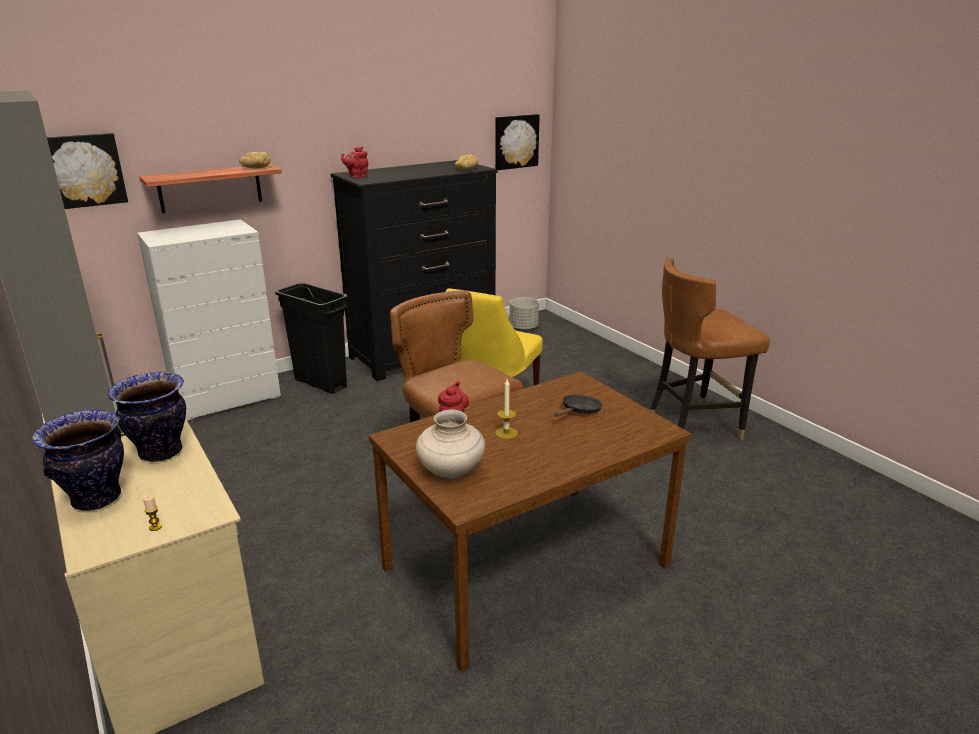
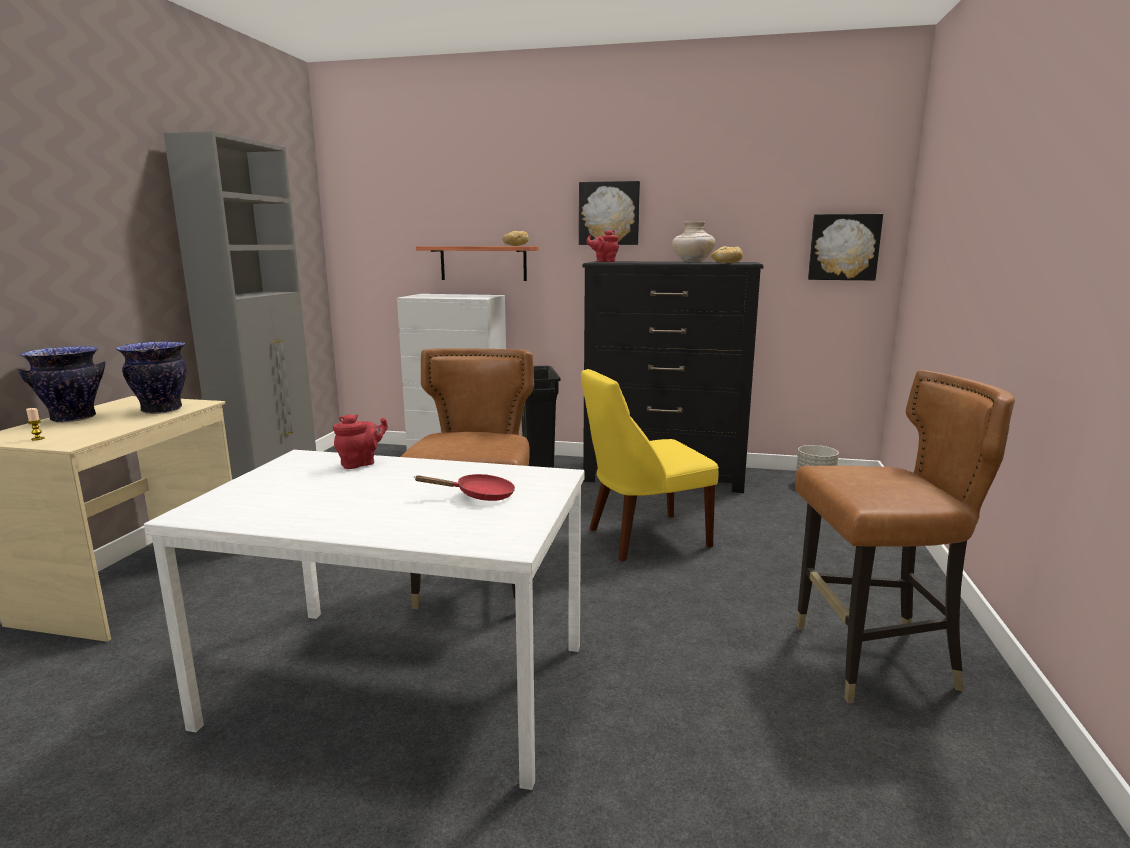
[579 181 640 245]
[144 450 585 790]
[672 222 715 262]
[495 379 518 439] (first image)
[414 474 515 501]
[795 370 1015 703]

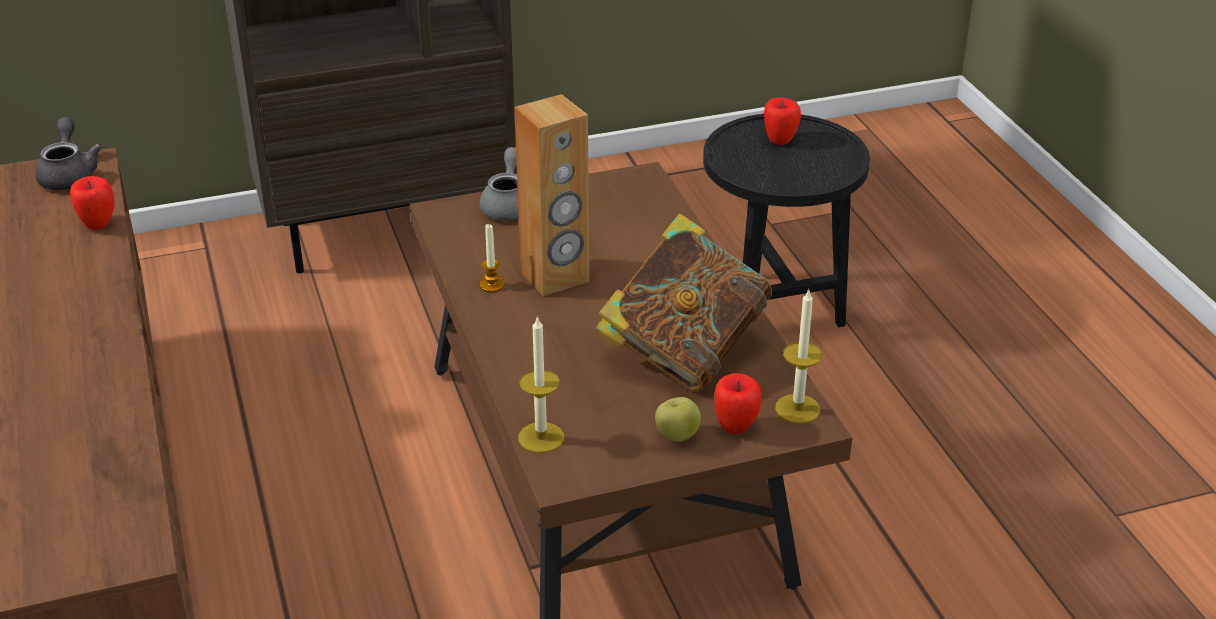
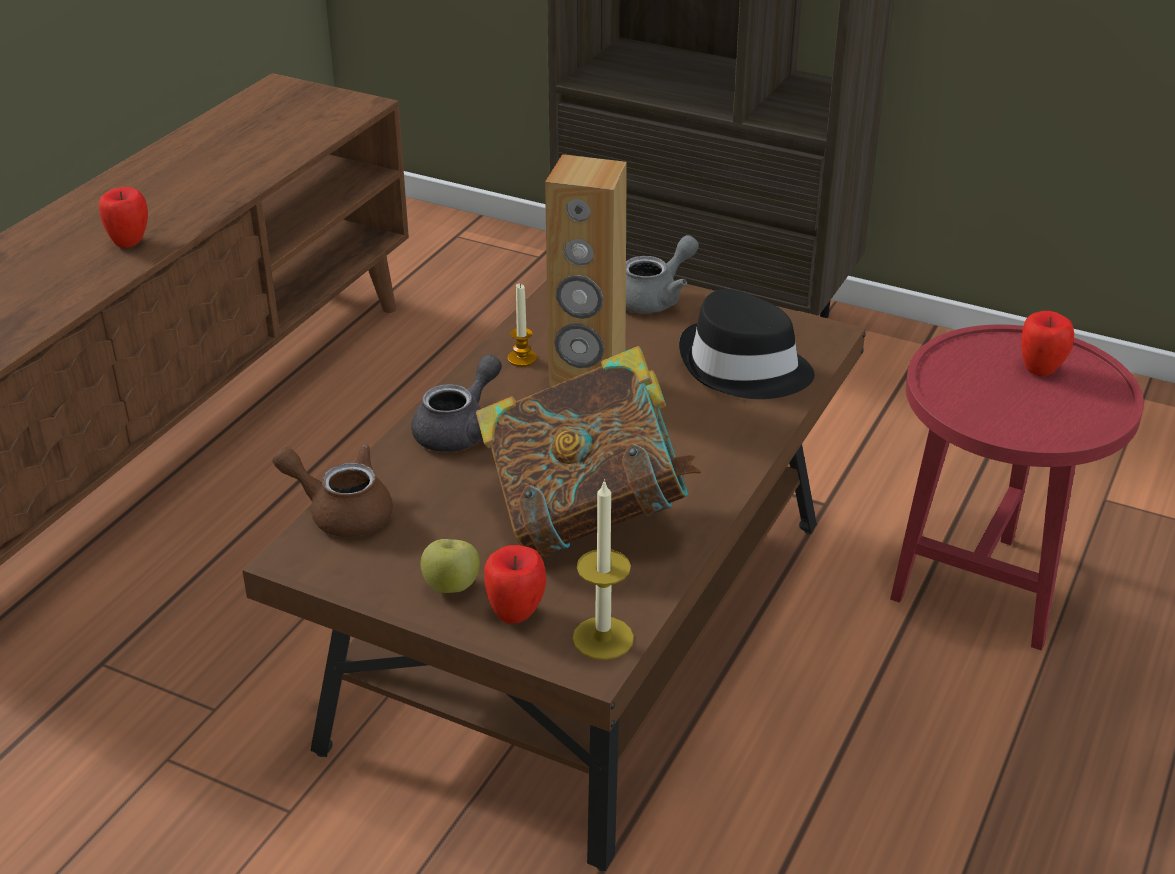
[411 354 502 452]
[99 187 148 248]
[273 445 393 537]
[890 325 1144 650]
[679 289 814 399]

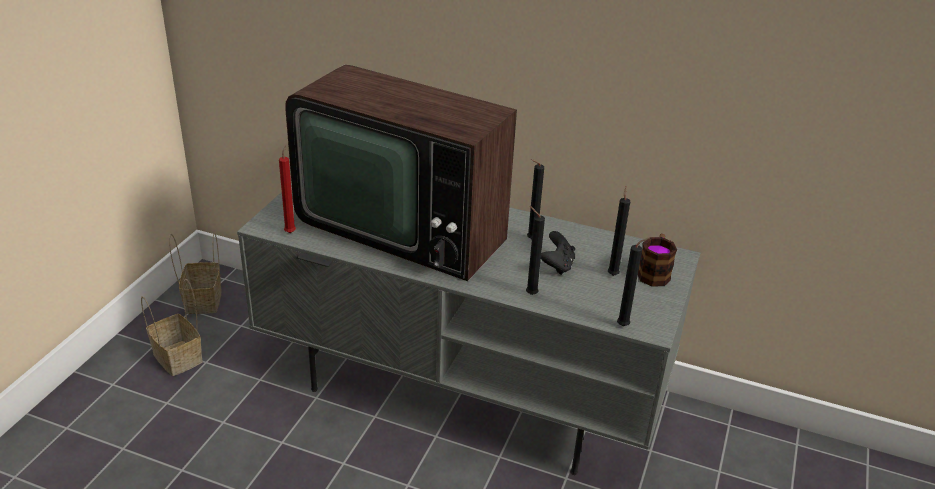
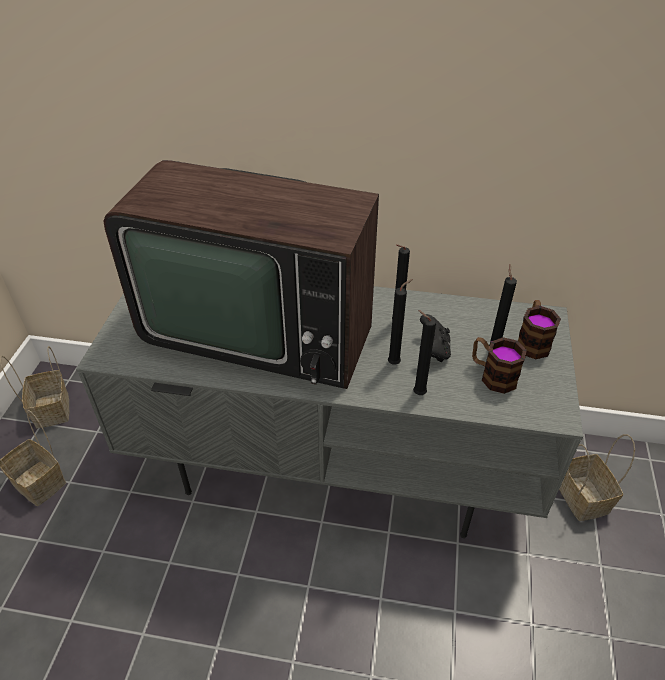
[279 145 296 233] (first image)
[388 279 413 365]
[472 337 527 394]
[559 434 635 521]

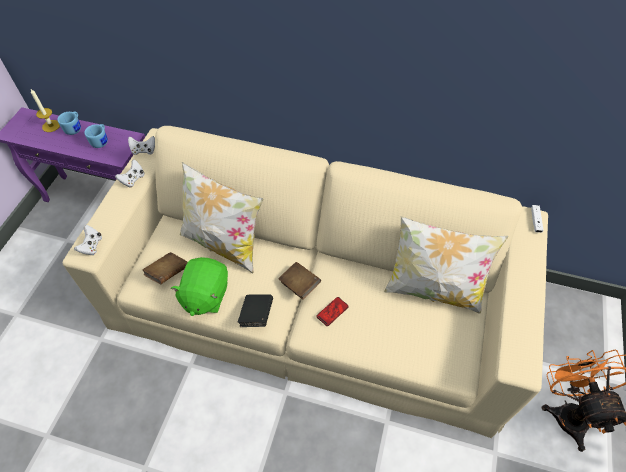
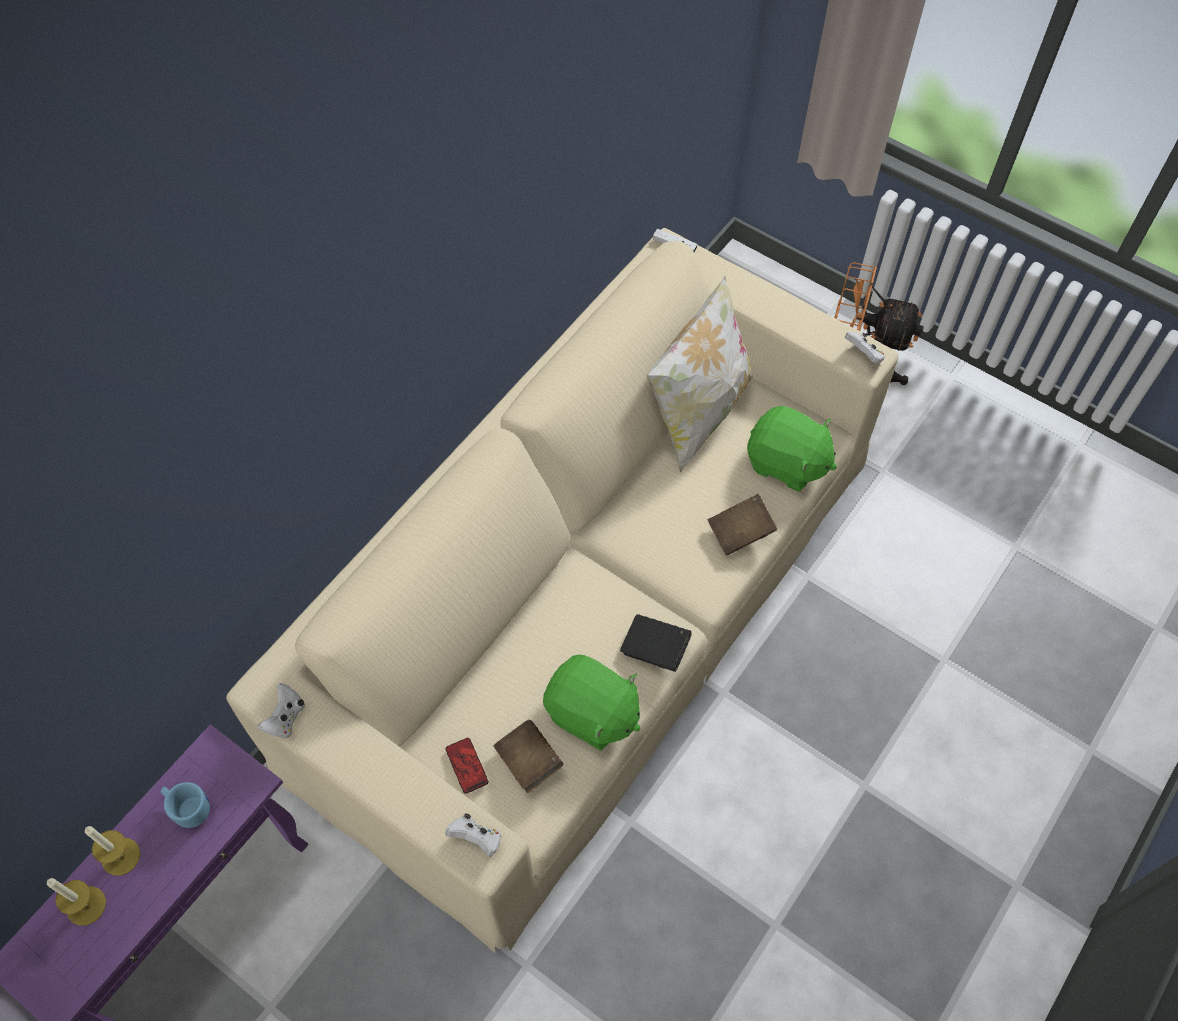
[85 826 140 876]
[845 332 885 364]
[180 162 263 273] (first image)
[708 494 777 555]
[445 738 488 794]
[747 406 837 492]

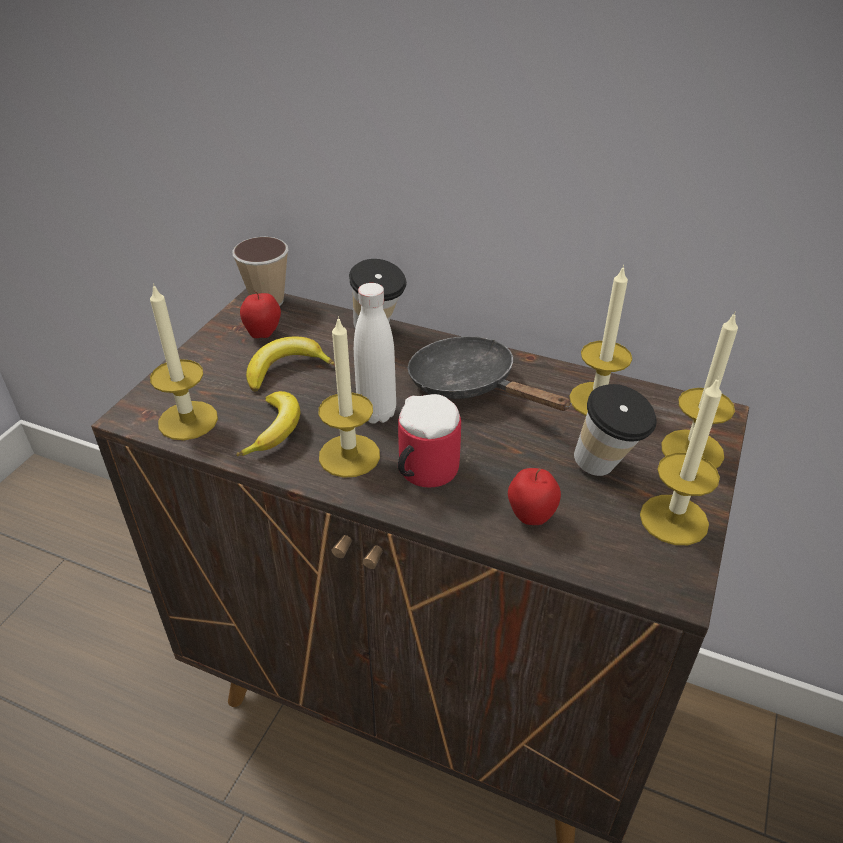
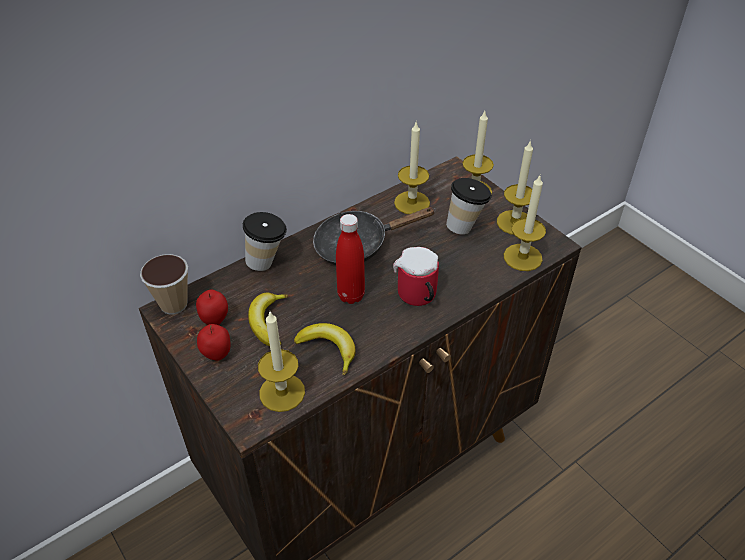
[504 176 546 271]
[336 214 365 304]
[197 324 230 361]

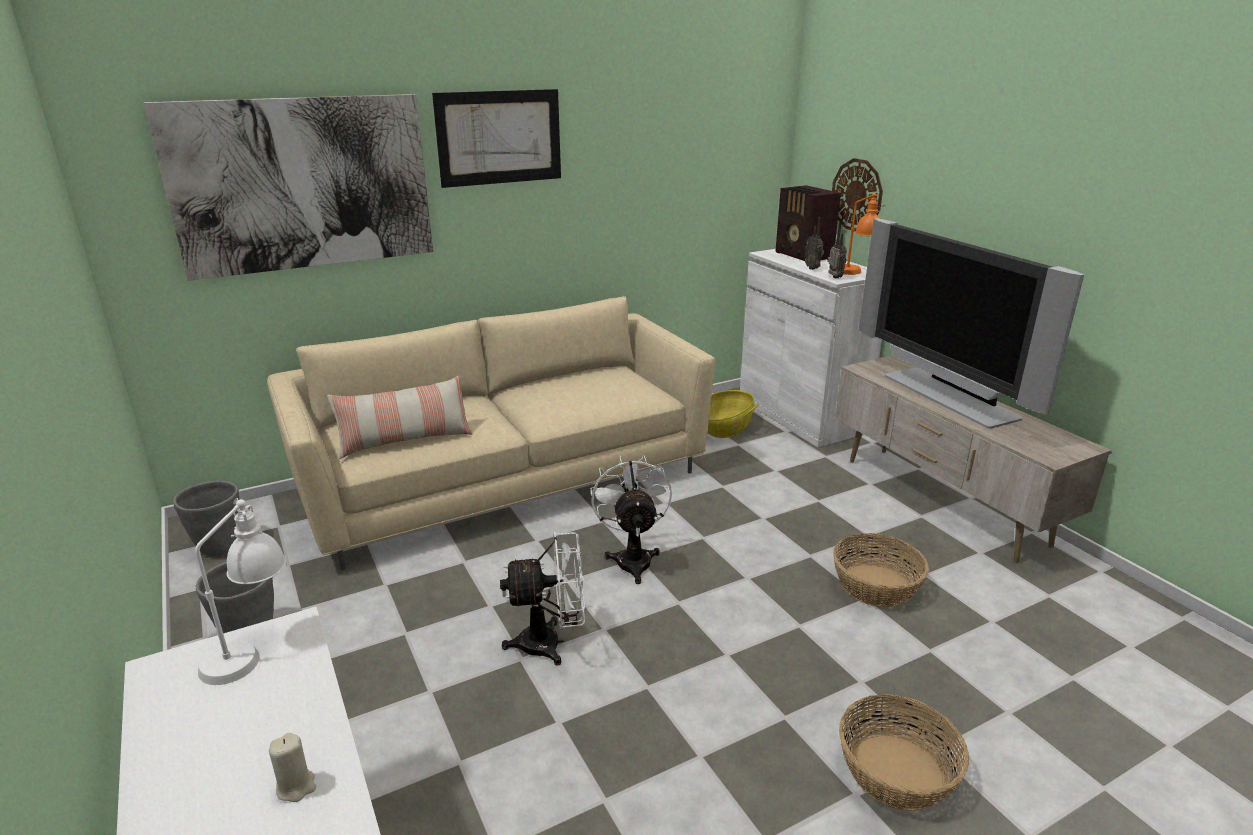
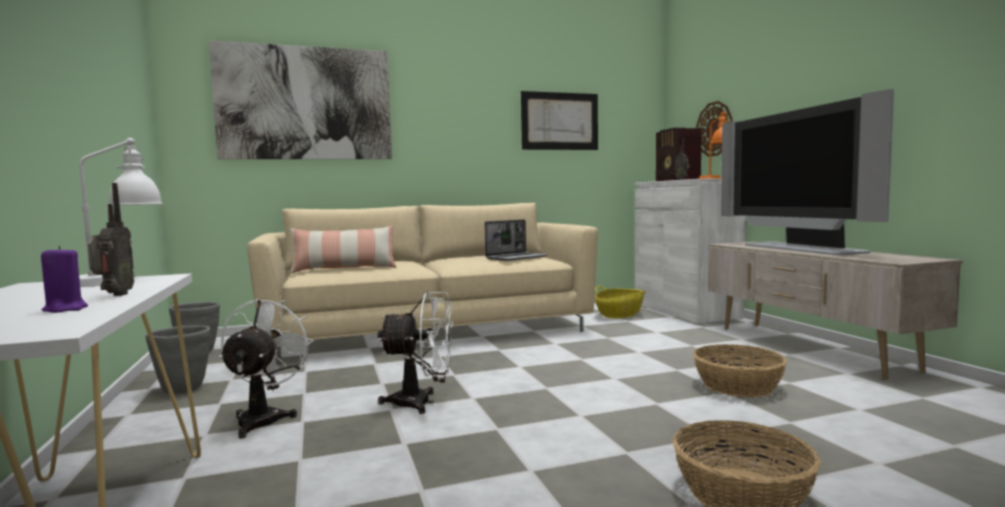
[41 246 88 313]
[521 91 598 150]
[219 299 314 439]
[88 183 134 296]
[484 220 548 261]

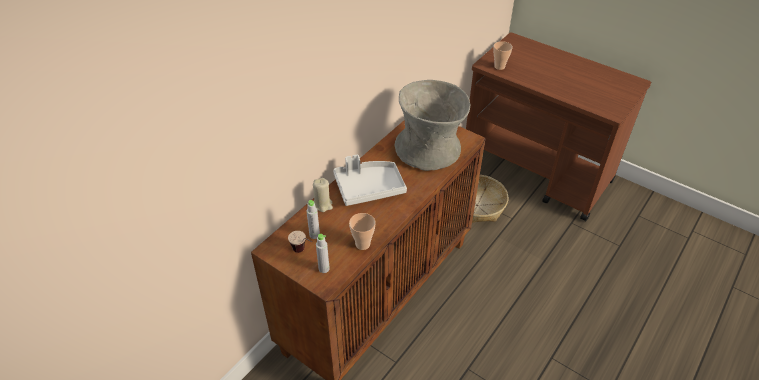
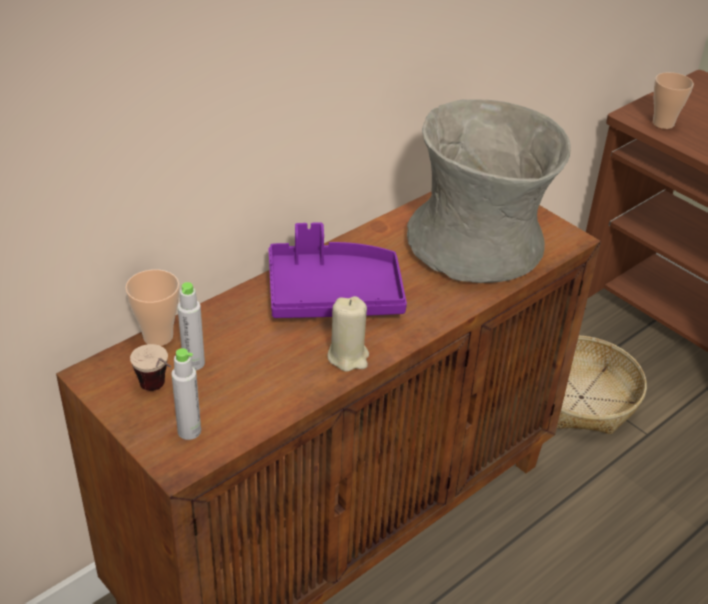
[327 296 369 372]
[268 222 407 318]
[125 269 179 346]

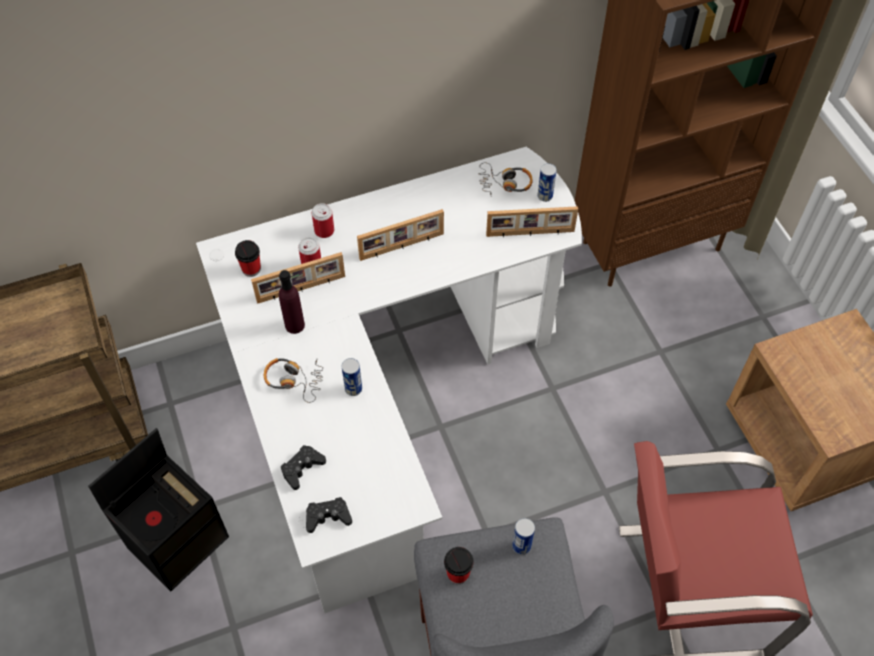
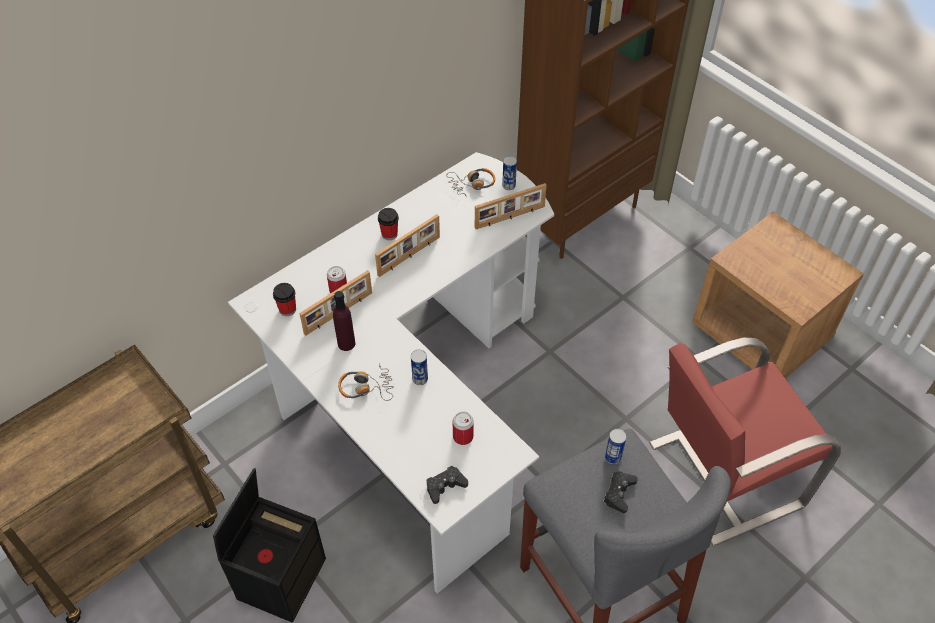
[603 471 638 513]
[453 412 474 445]
[378 208 399 240]

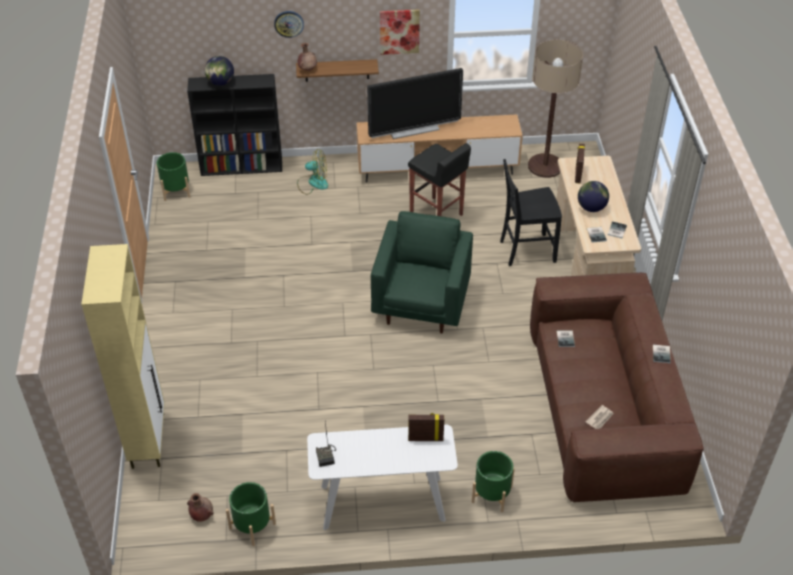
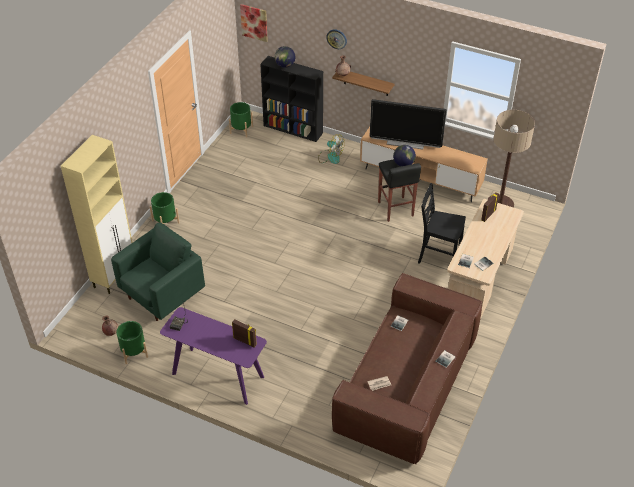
[160 307 267 405]
[111 223 205 321]
[240 4 268 42]
[149 192 180 224]
[393 145 416 167]

